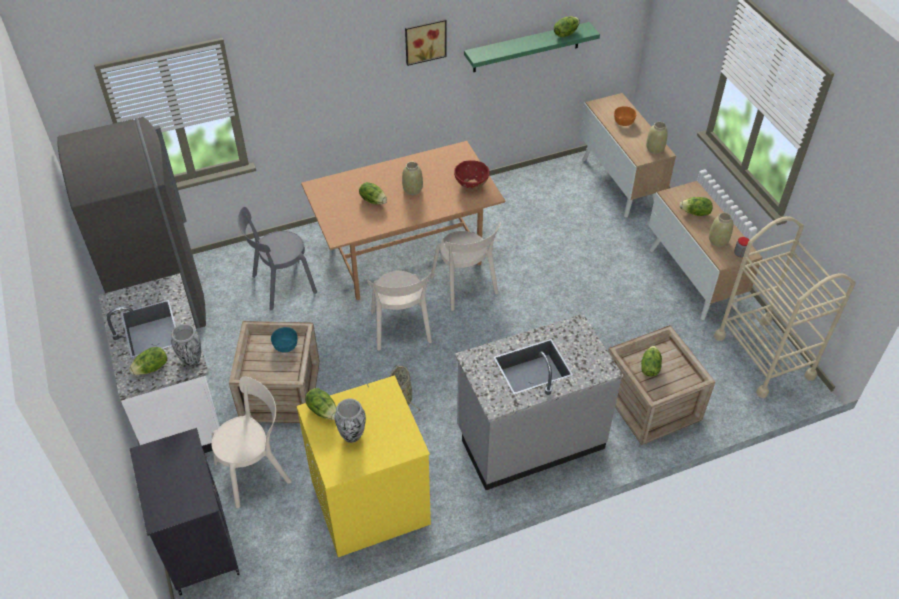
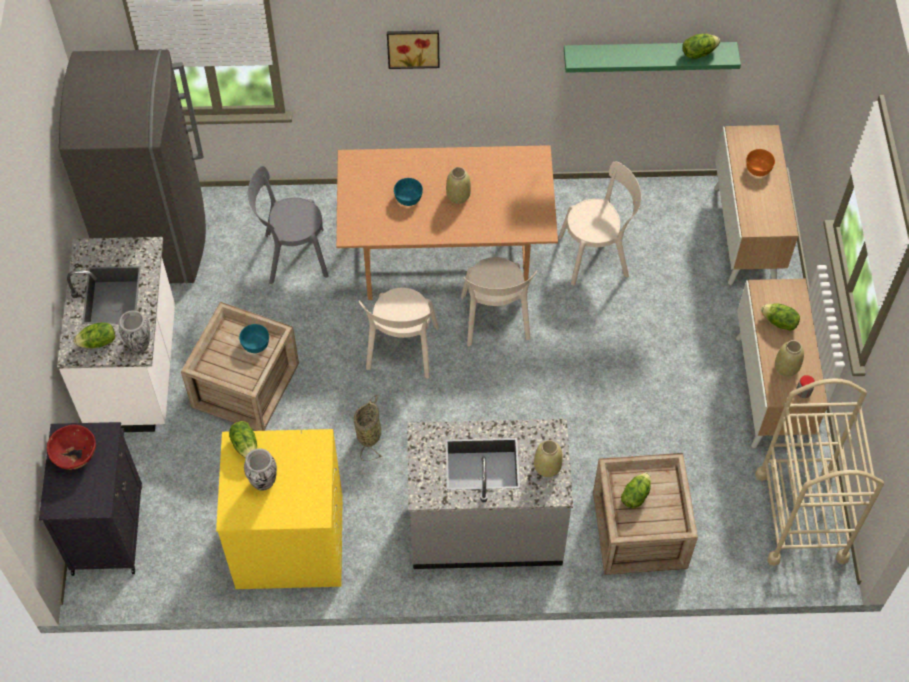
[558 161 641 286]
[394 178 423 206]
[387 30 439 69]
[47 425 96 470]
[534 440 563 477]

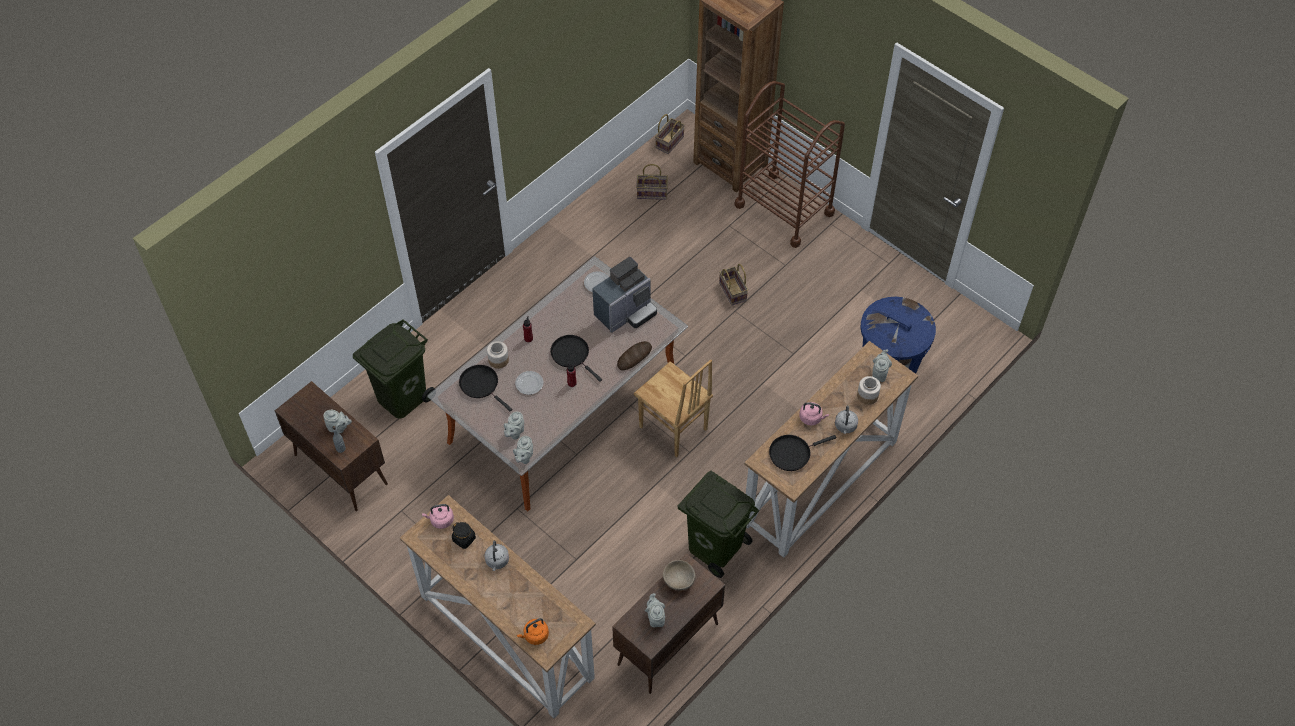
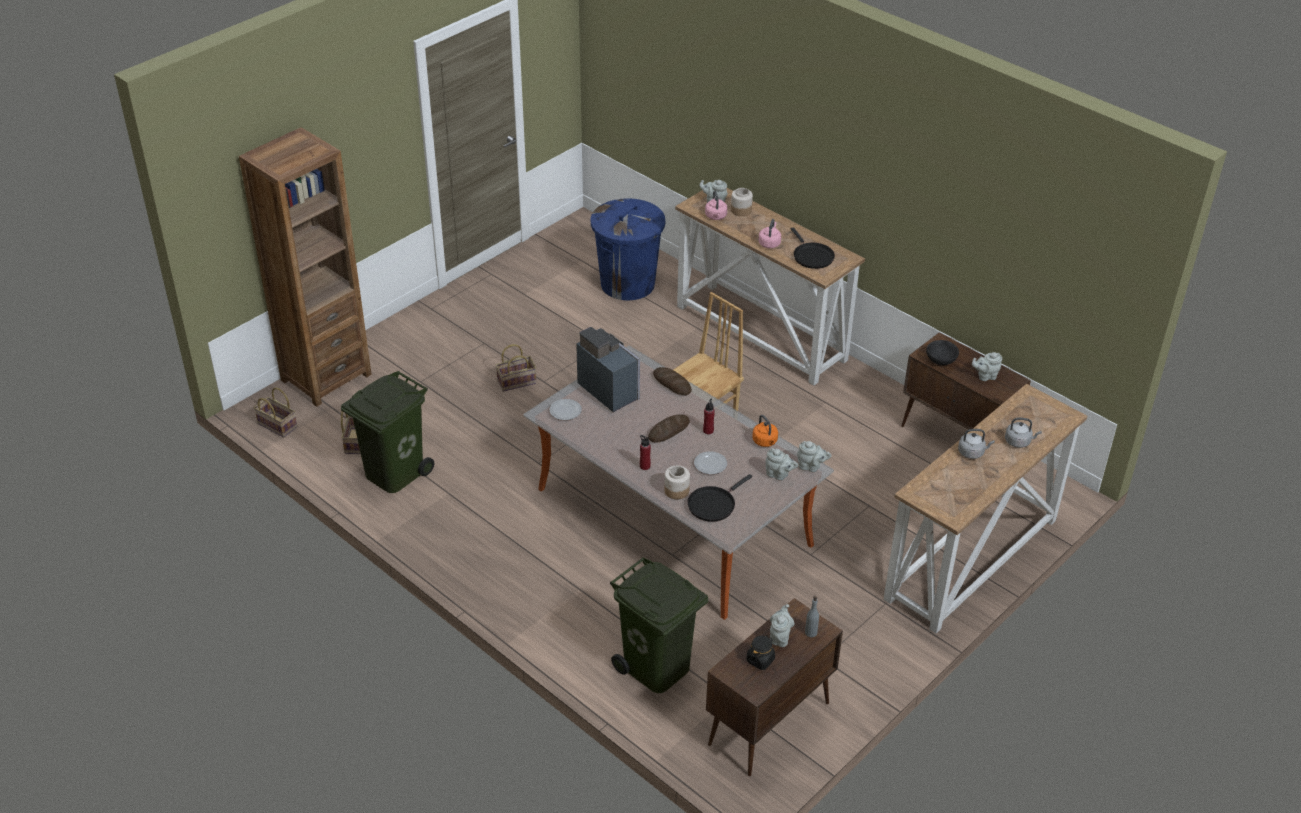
[705 191 727 220]
[746 635 775 670]
[752 415 778 447]
[648 414 690 442]
[926 340 959 365]
[341 371 434 493]
[734 81 845 248] (first image)
[1005 418 1042 448]

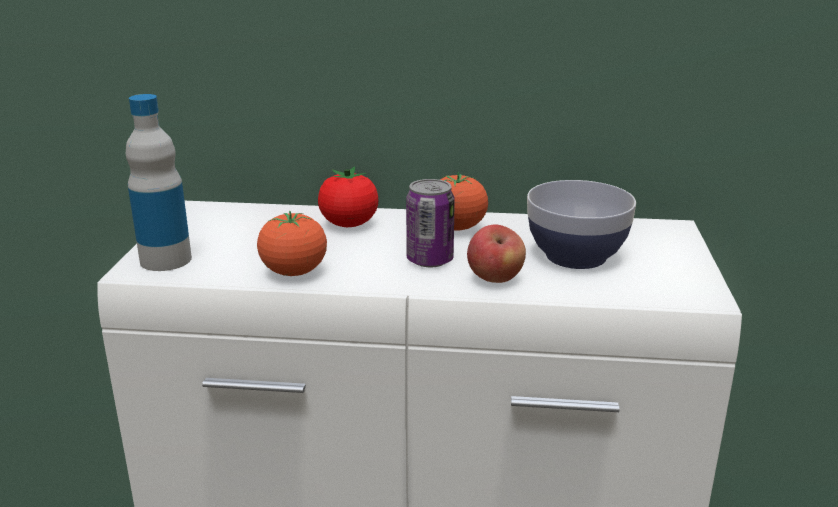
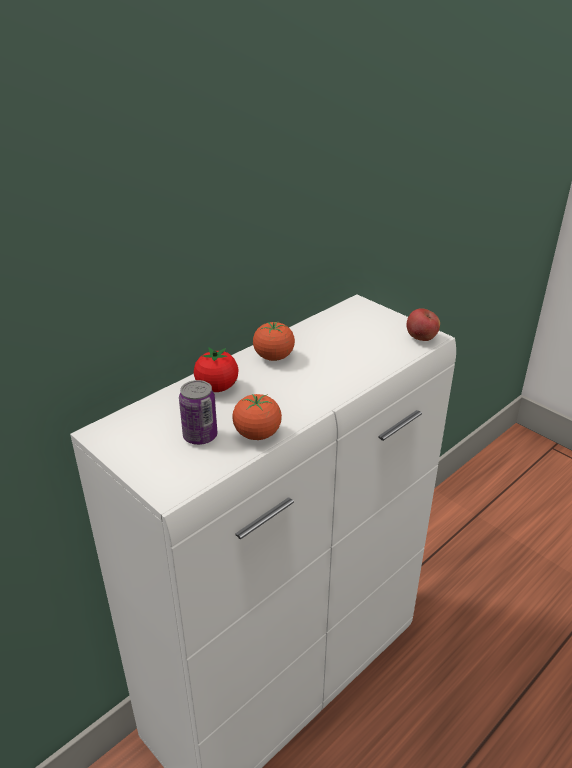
[126 94 192 271] (first image)
[179 380 217 445]
[406 308 440 341]
[527 180 636 269] (first image)

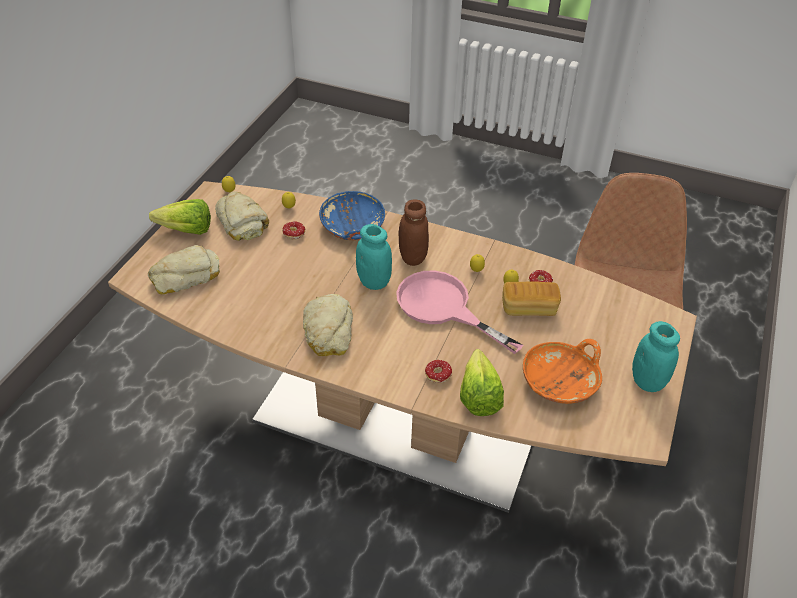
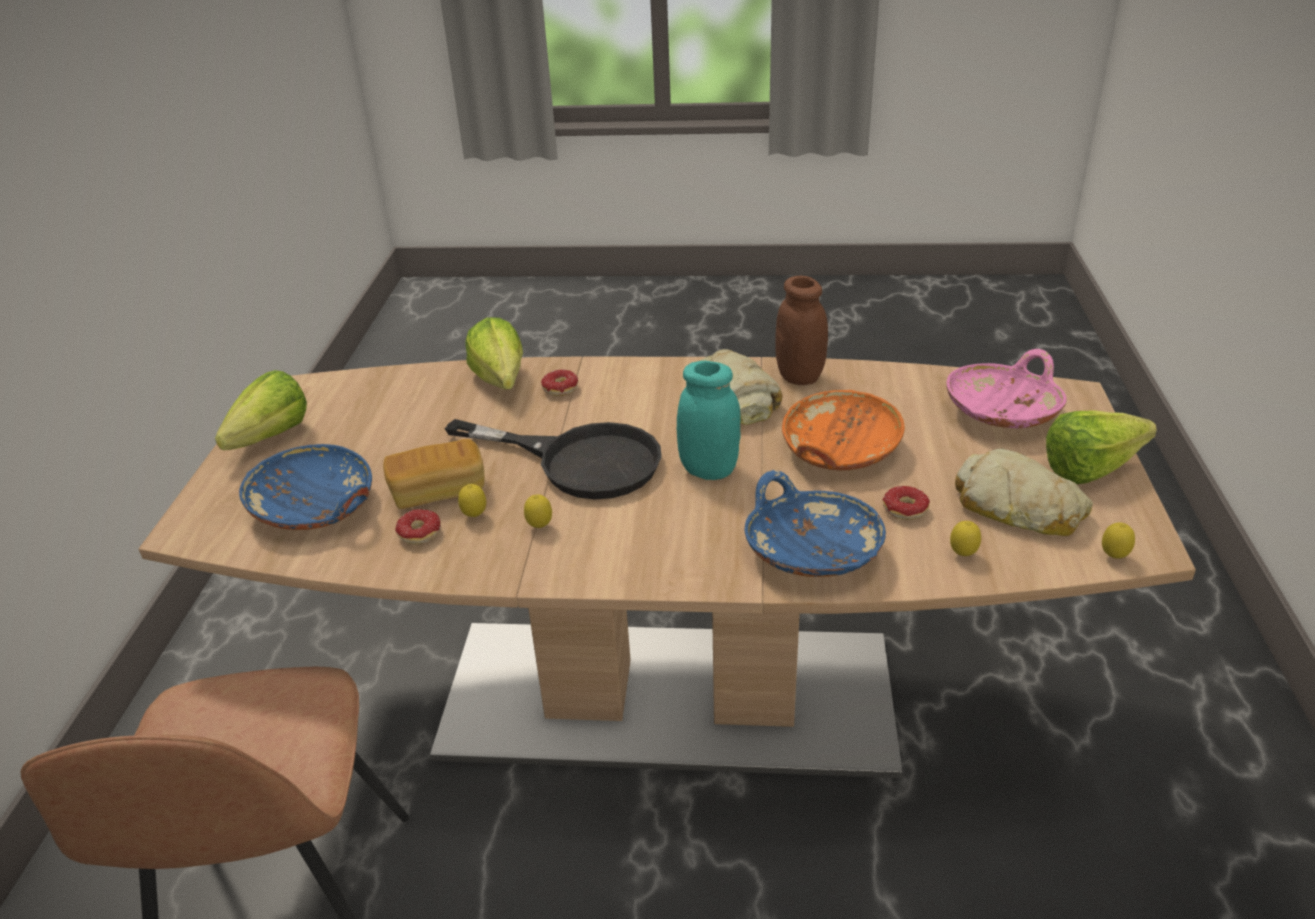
[946 349 1067 428]
[445 419 662 500]
[775 276 828 385]
[782 390 905 470]
[215 370 307 450]
[239 444 372 530]

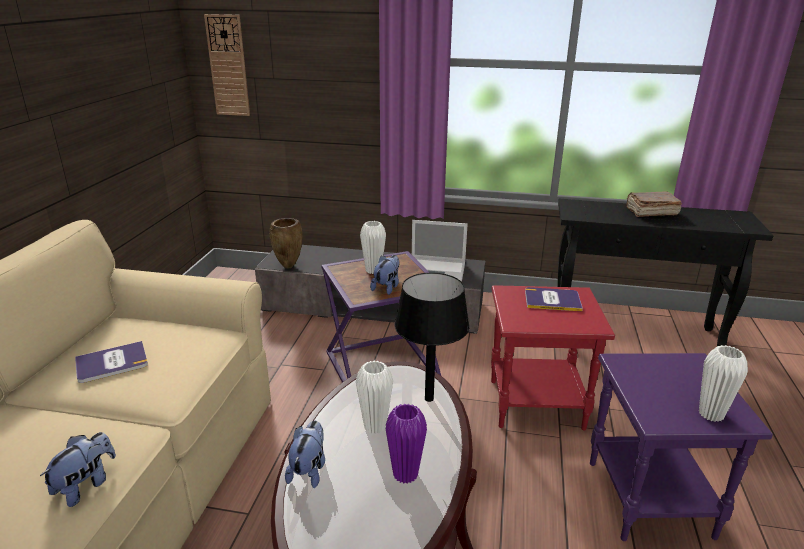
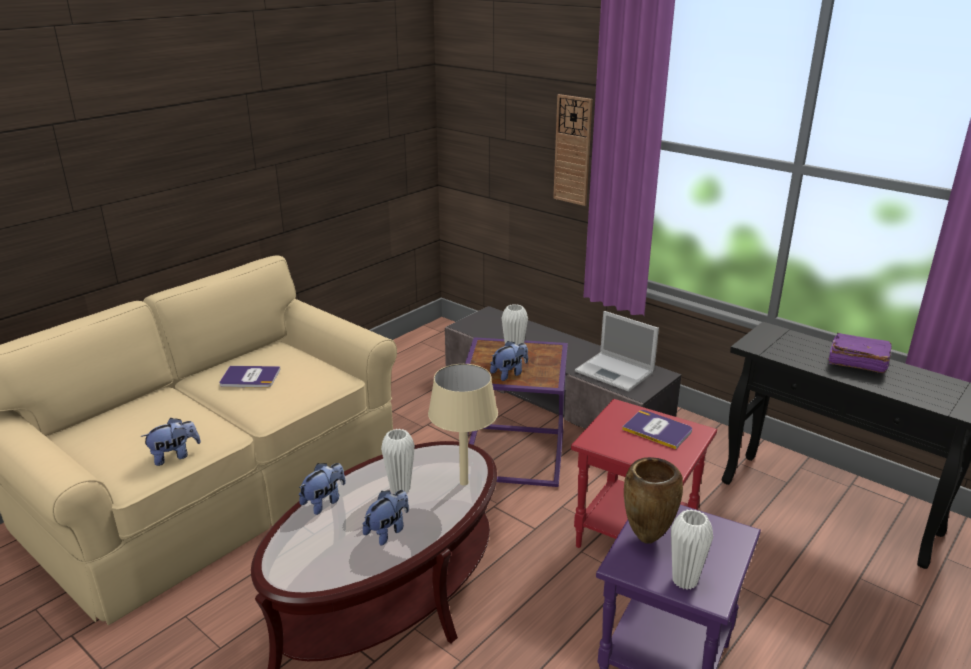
[553 94 593 206]
[624 457 683 544]
[363 490 409 546]
[428 364 498 485]
[828 333 892 373]

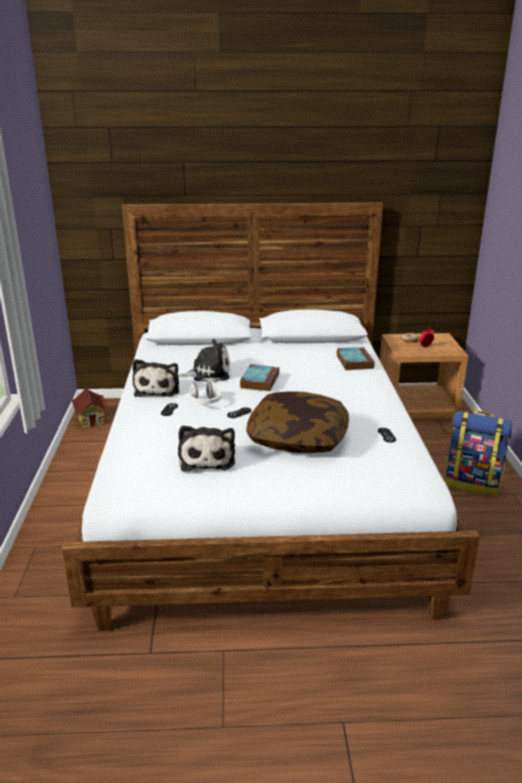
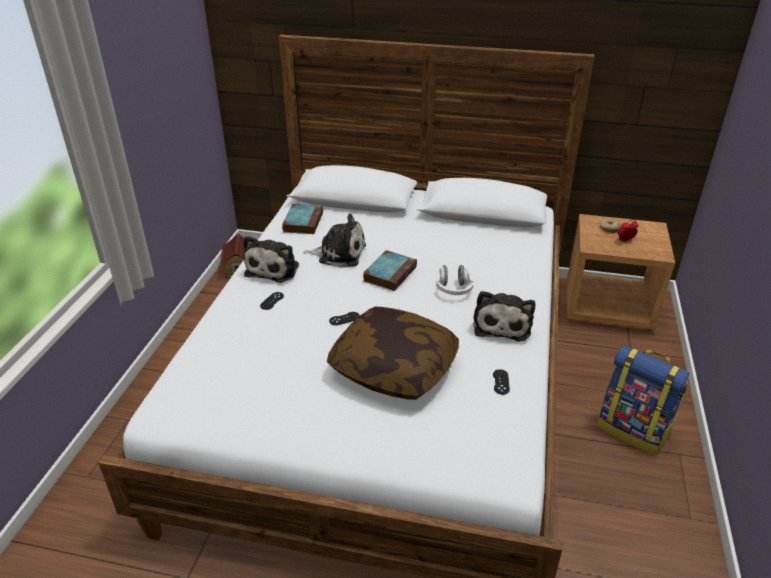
[473 291 535 342]
[437 265 474 295]
[282 204 323 234]

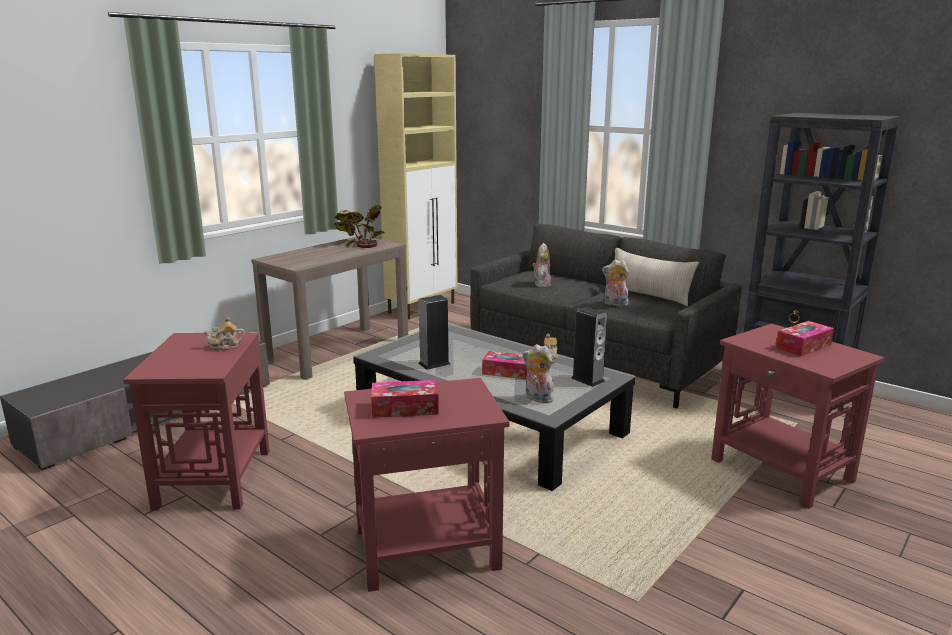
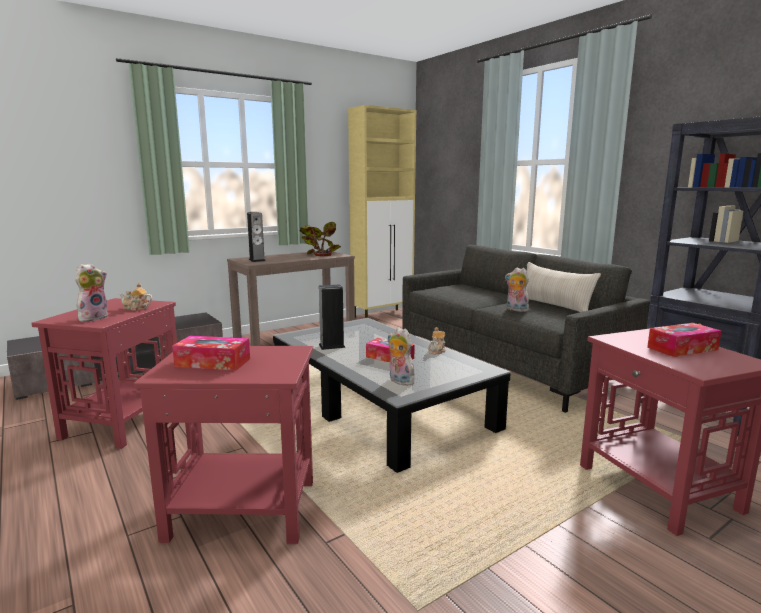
[75 263 108 322]
[247 212 265 262]

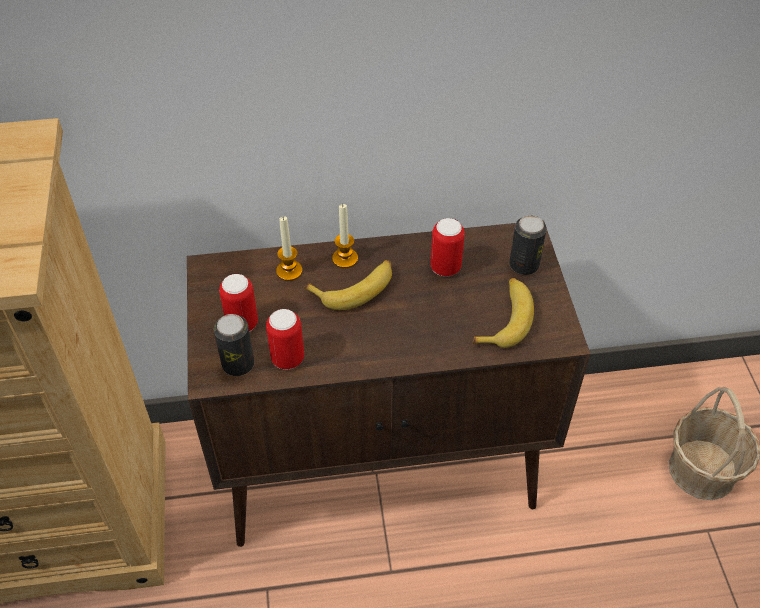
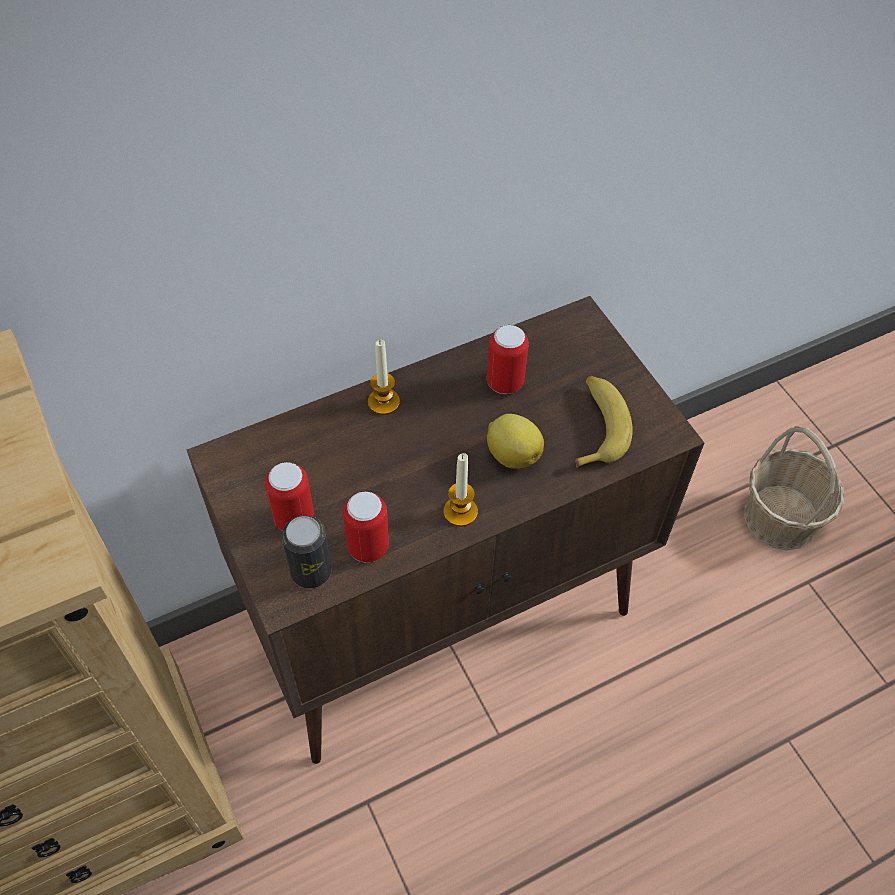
[443 453 478 527]
[304 260 392 310] (first image)
[509 215 547 275] (first image)
[487 414 544 469]

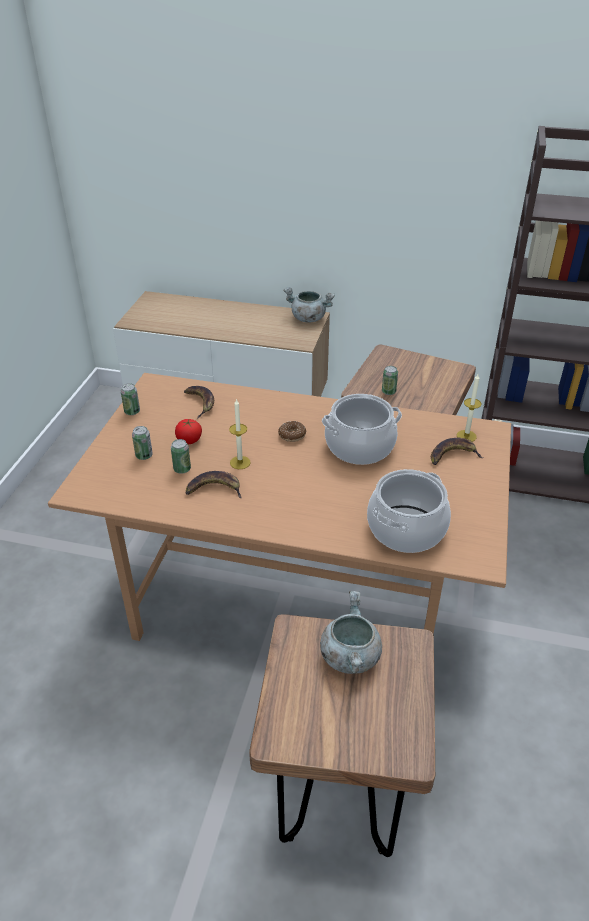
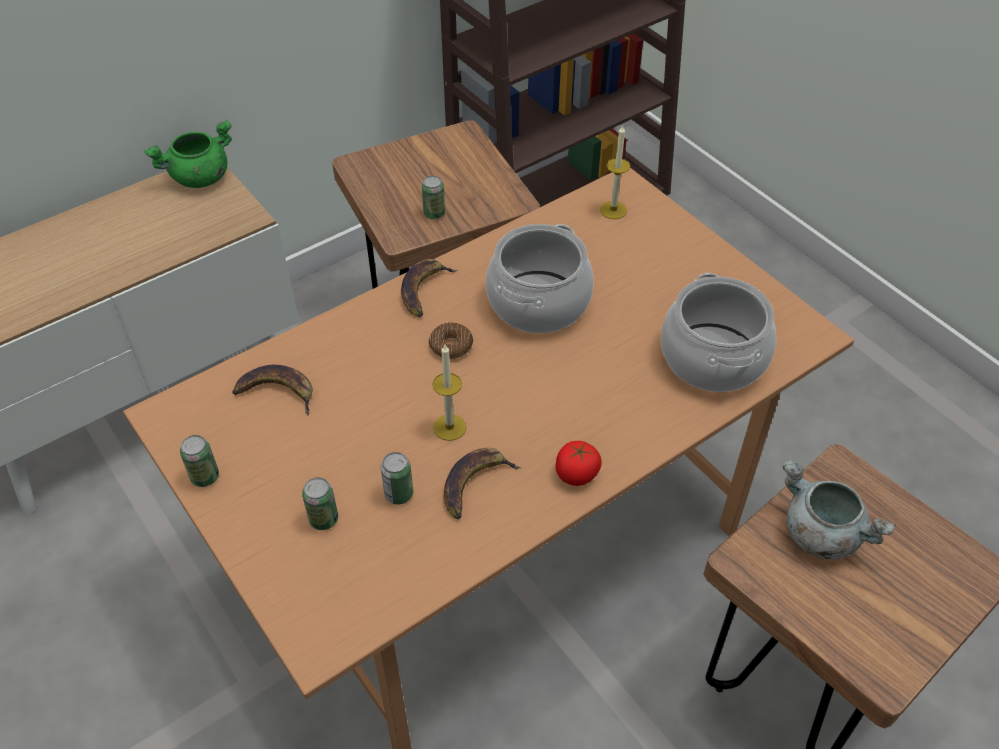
[556 441 602 486]
[144 120 232 188]
[401 259 457 317]

